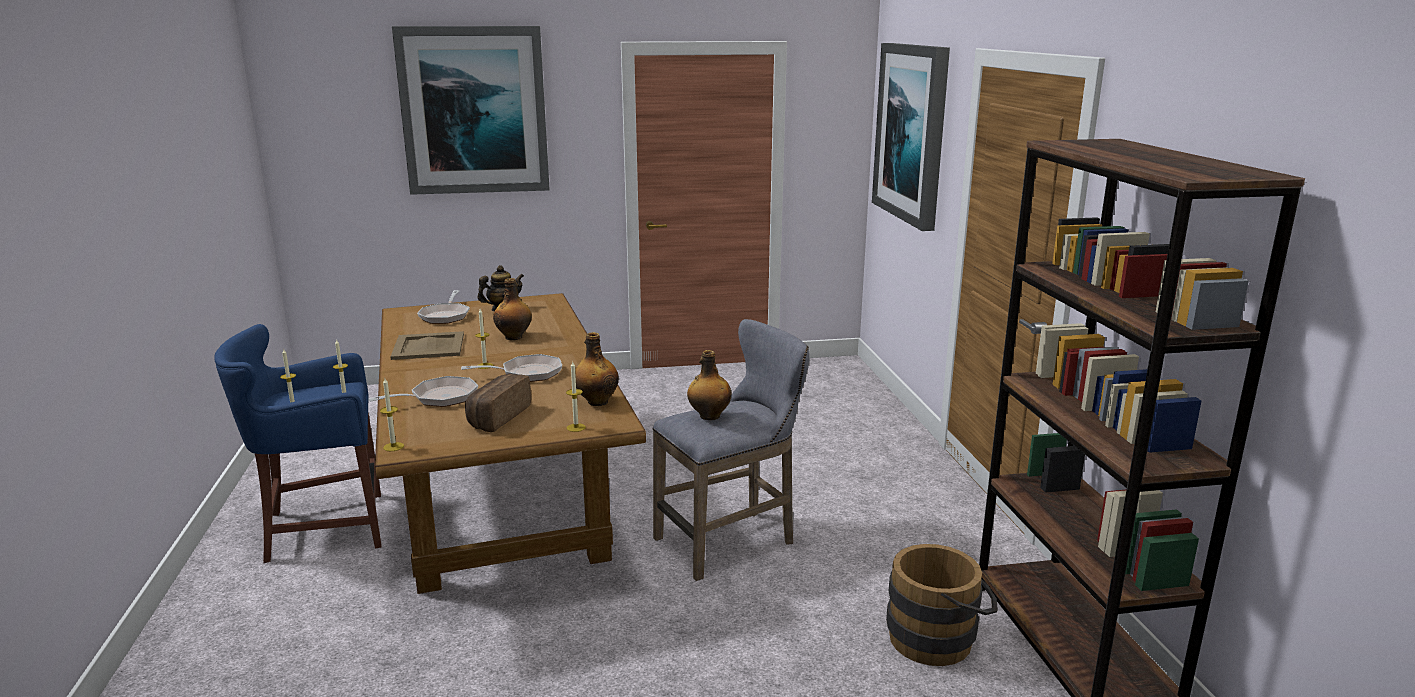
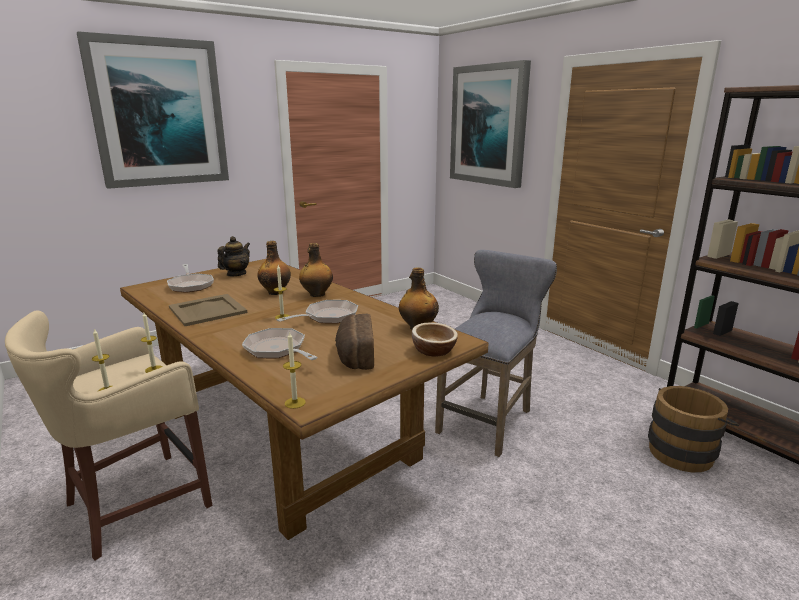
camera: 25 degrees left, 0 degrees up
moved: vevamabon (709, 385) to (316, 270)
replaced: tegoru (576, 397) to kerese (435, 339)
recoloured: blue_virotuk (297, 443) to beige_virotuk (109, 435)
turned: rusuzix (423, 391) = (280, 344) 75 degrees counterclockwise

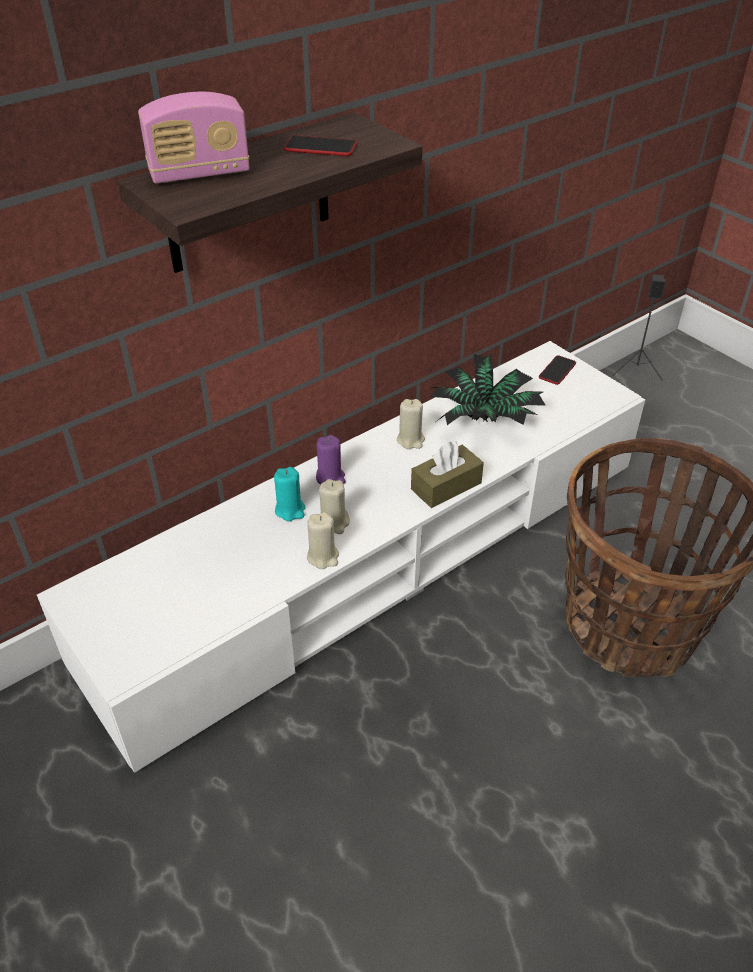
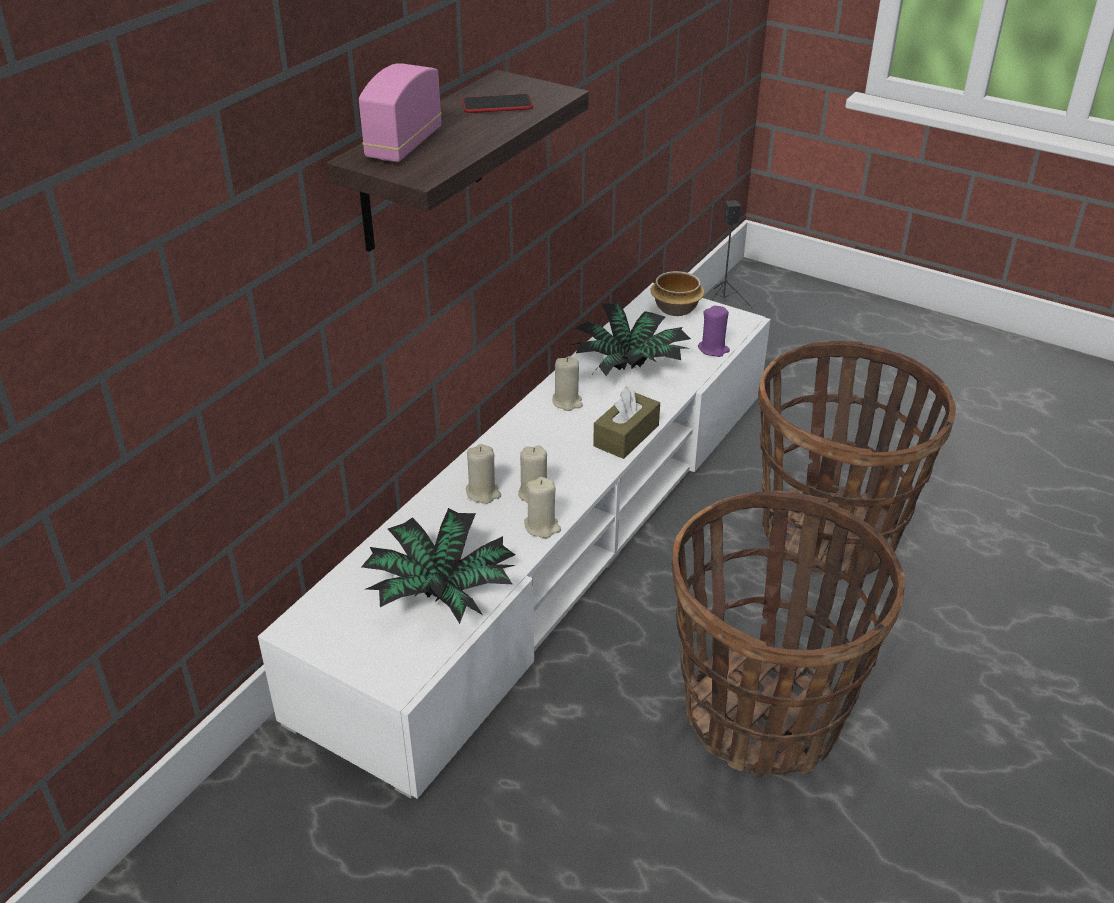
camera: 20 degrees left, 5 degrees down
added: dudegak (438, 566); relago (788, 633)
moved: purple_tegoru (330, 459) to (714, 331)
replaced: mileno (557, 370) to kerese (677, 293)
recoloured: turquoise_tegoru (289, 494) to beige_tegoru (483, 474)
turned: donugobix (194, 138) = (400, 112) 150 degrees clockwise

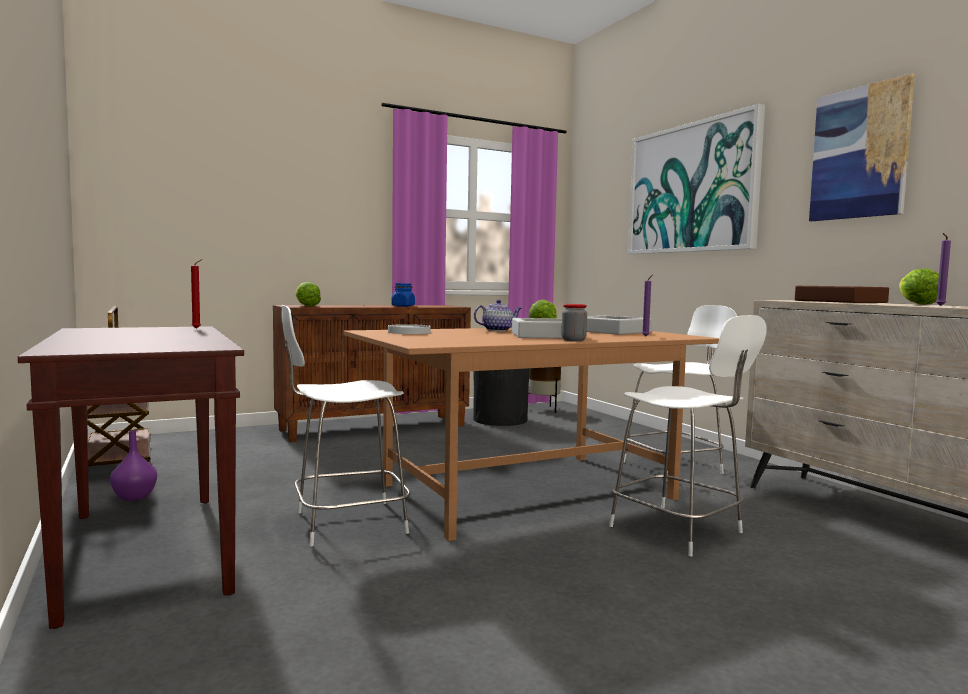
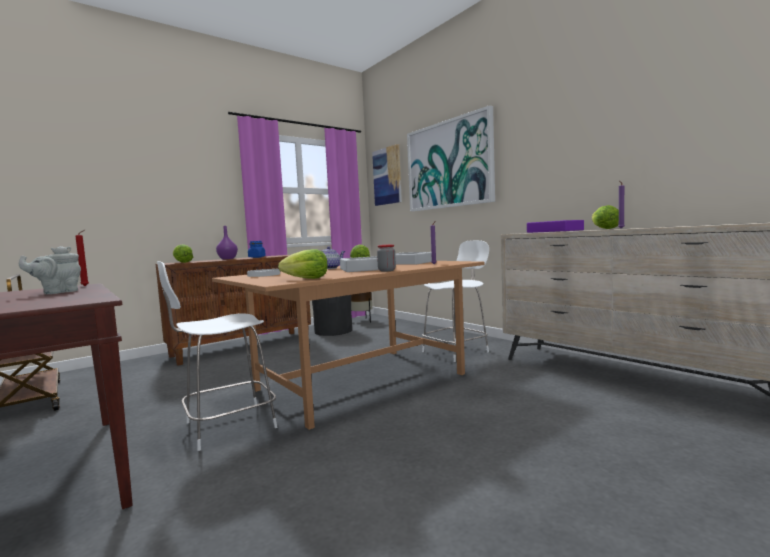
camera: 10 degrees left, 0 degrees up
removed: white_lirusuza (688, 435)
added: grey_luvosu (50, 270); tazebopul (302, 264)
moved: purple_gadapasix (133, 465) to (227, 242); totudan (862, 147) to (387, 175)
recoloured: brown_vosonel (842, 294) to purple_vosonel (555, 226)

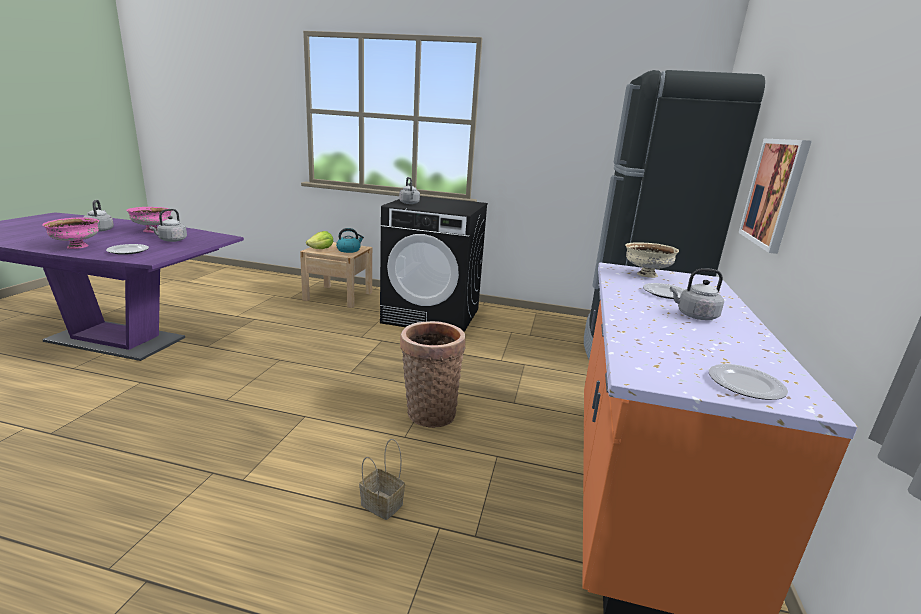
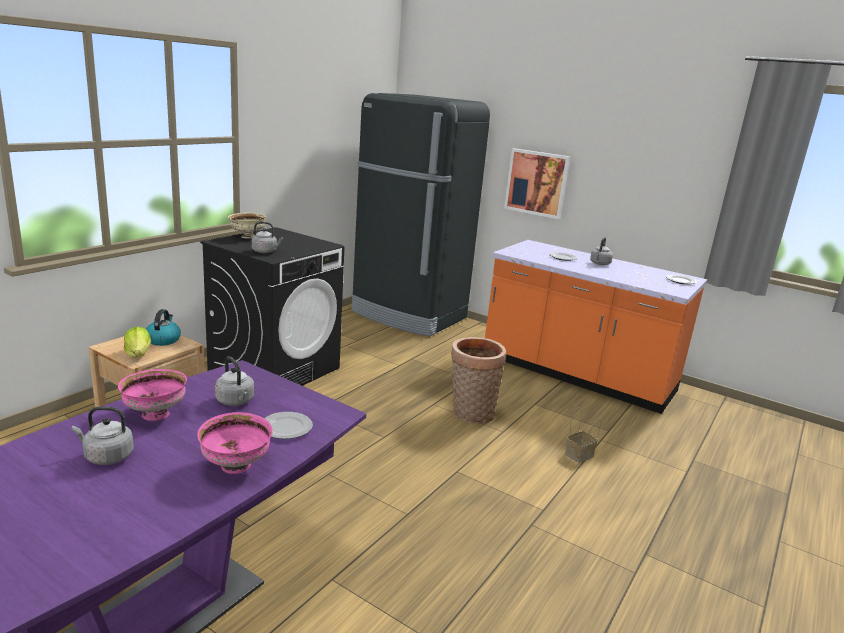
camera: 70 degrees left, 0 degrees up
moved: beige_kerese (652, 260) to (247, 226)

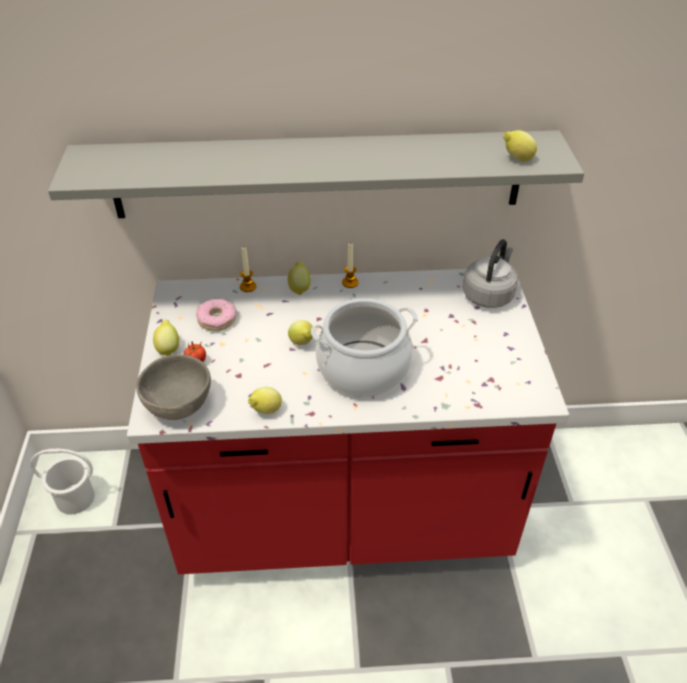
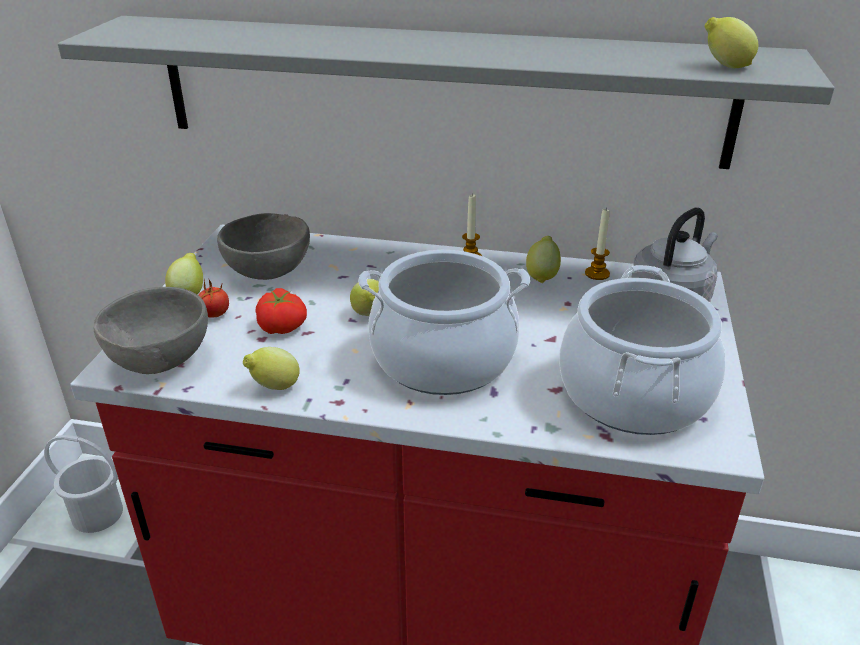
camera: 15 degrees right, 10 degrees down
added: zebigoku (281, 311); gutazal (642, 350)
moved: tegoru (248, 269) to (597, 243); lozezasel (299, 278) to (543, 259)
replaced: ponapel (216, 314) to grey_kerese (263, 246)

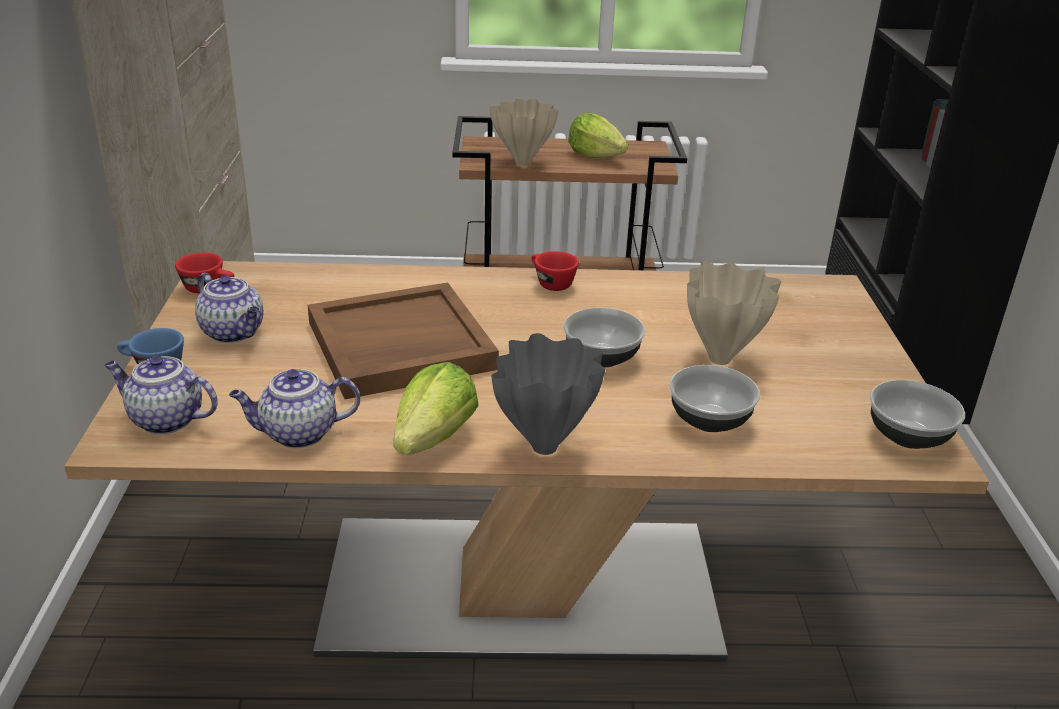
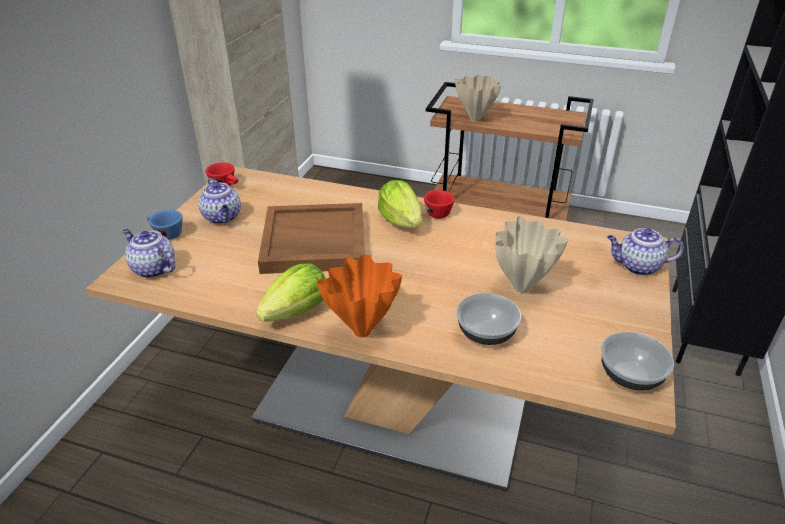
camera: 20 degrees right, 5 degrees up
removed: kerese (604, 337)
moved: luvosu (294, 408) to (645, 252); tazebopul (598, 135) to (400, 204)
recoloured: grey_gadapasix (548, 394) to orange_gadapasix (359, 296)

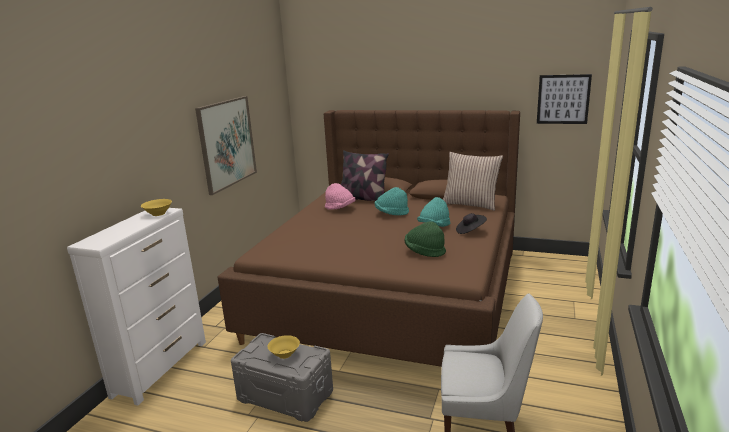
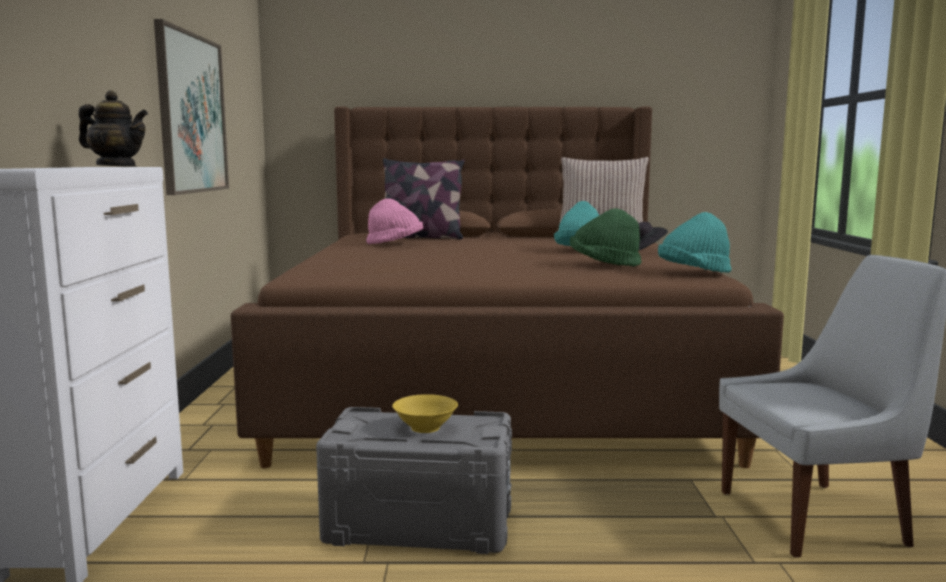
camera: 20 degrees left, 10 degrees down
removed: totudan (564, 99)
moved: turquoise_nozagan (392, 201) to (694, 242)
replaced: yellow_kerese (156, 207) to luvosu (113, 128)

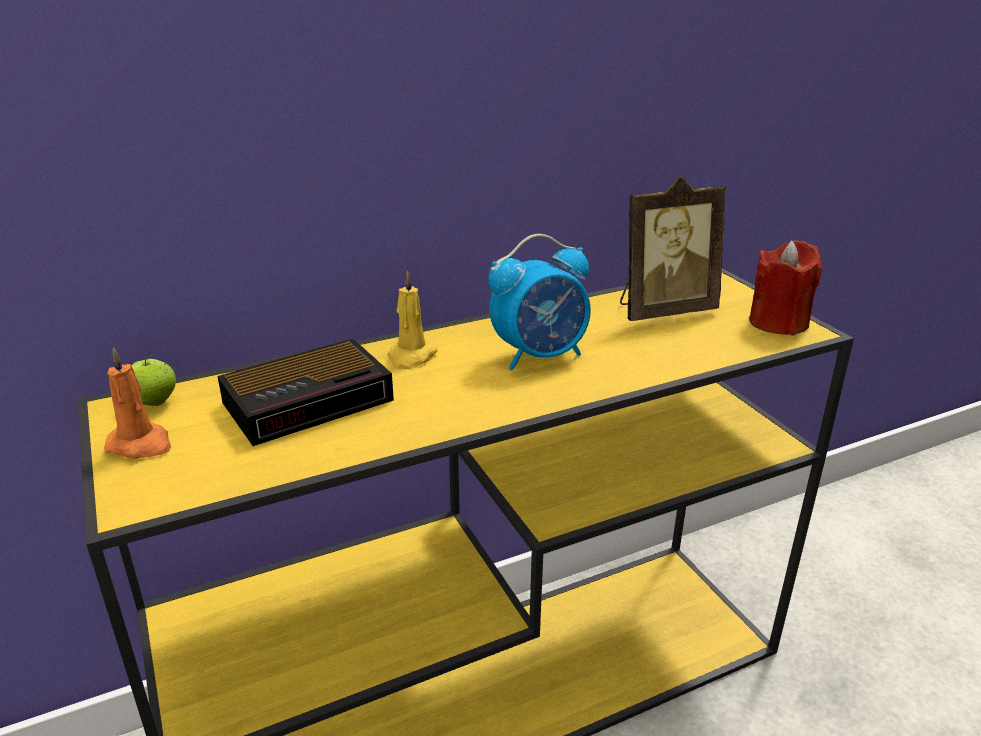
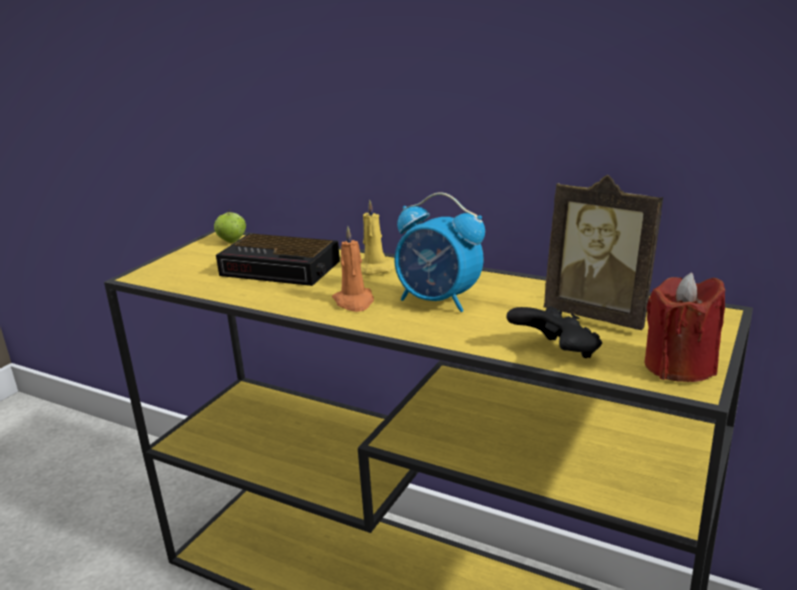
camera: 55 degrees right, 5 degrees down
added: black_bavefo (554, 332)
moved: orange_tegoru (137, 402) to (353, 269)

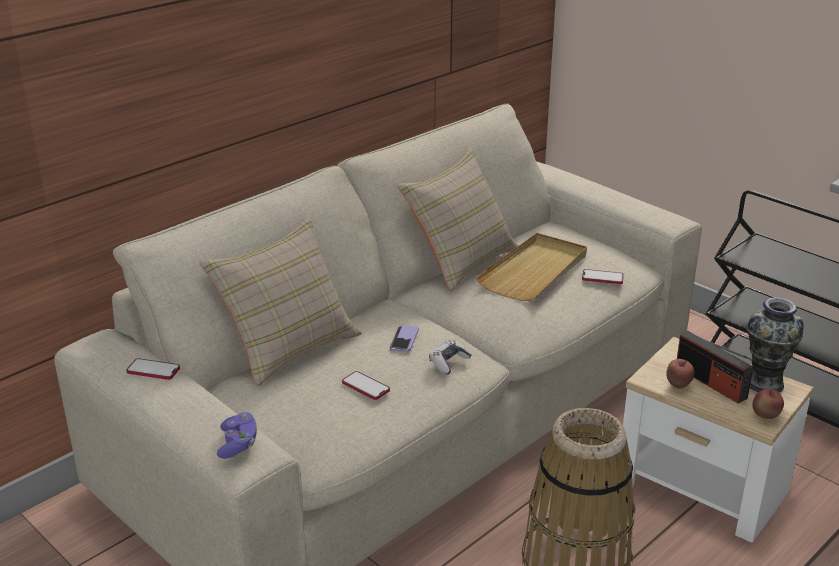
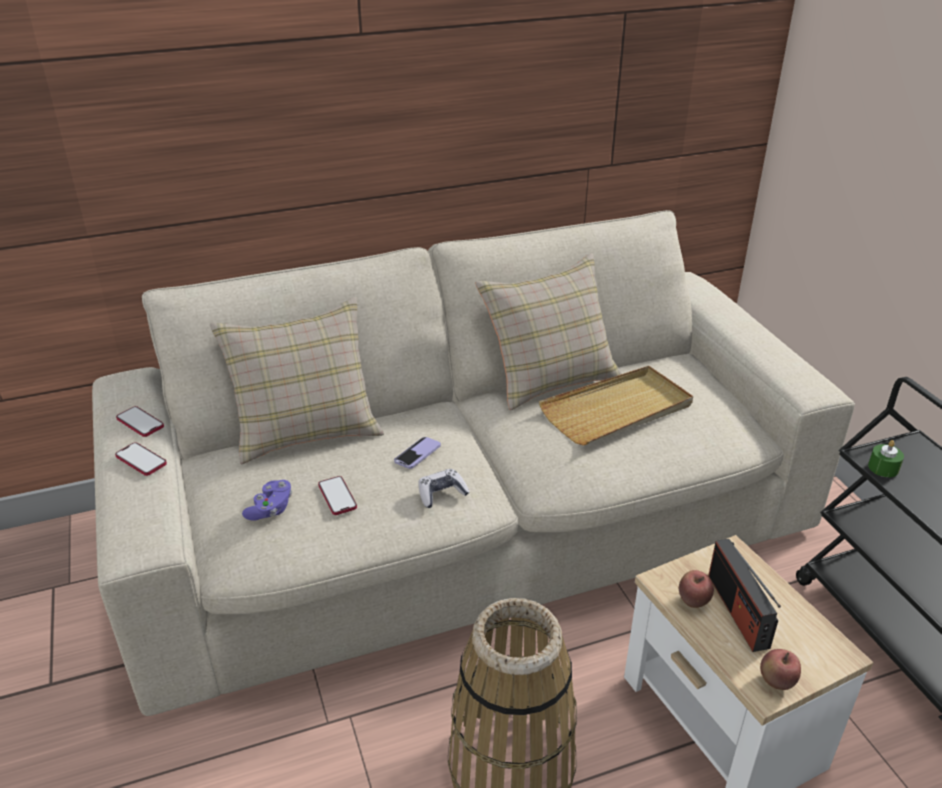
camera: 25 degrees right, 5 degrees up
removed: gadapasix (775, 344)
added: green_tegoru (886, 458)
moved: purple_bavefo (237, 436) to (267, 500); mileno (603, 276) to (141, 459)

